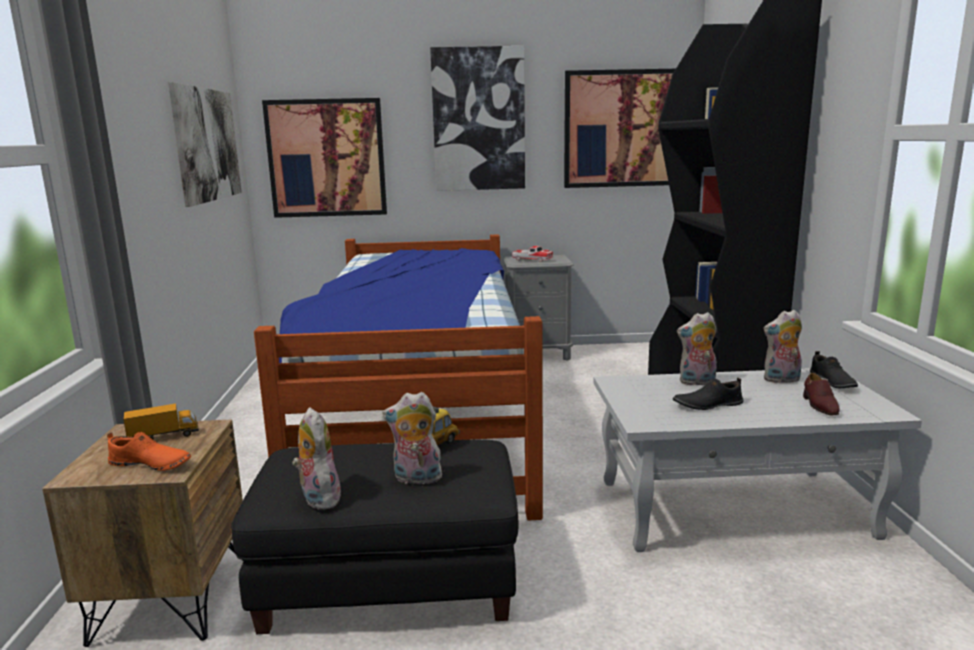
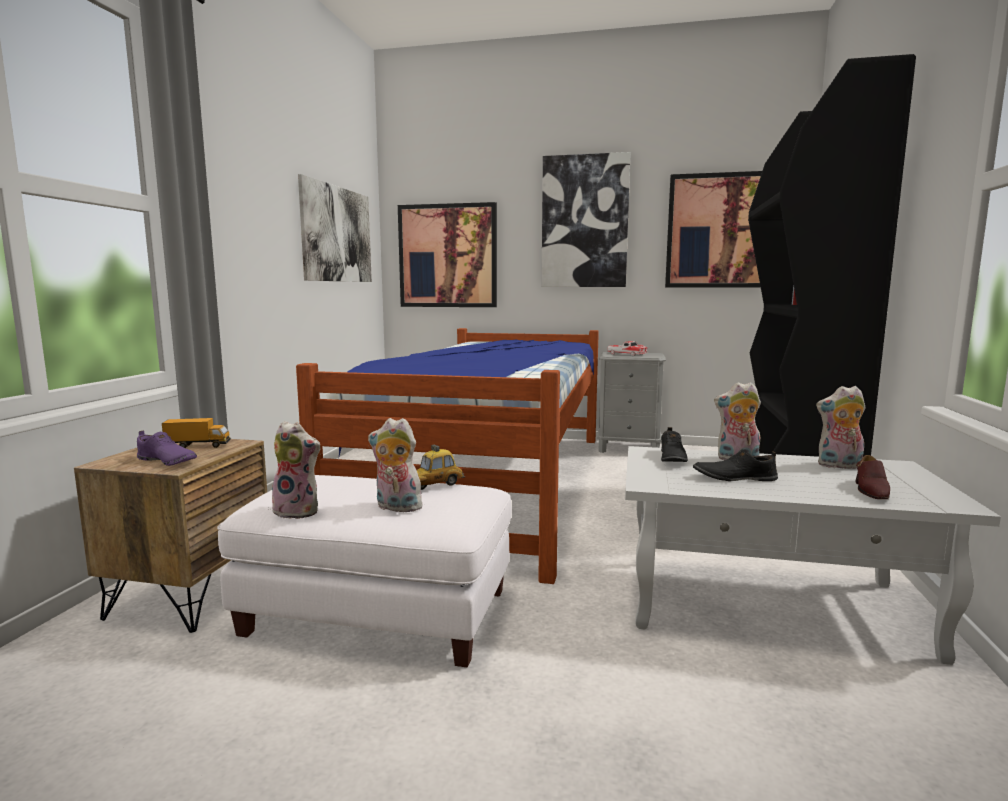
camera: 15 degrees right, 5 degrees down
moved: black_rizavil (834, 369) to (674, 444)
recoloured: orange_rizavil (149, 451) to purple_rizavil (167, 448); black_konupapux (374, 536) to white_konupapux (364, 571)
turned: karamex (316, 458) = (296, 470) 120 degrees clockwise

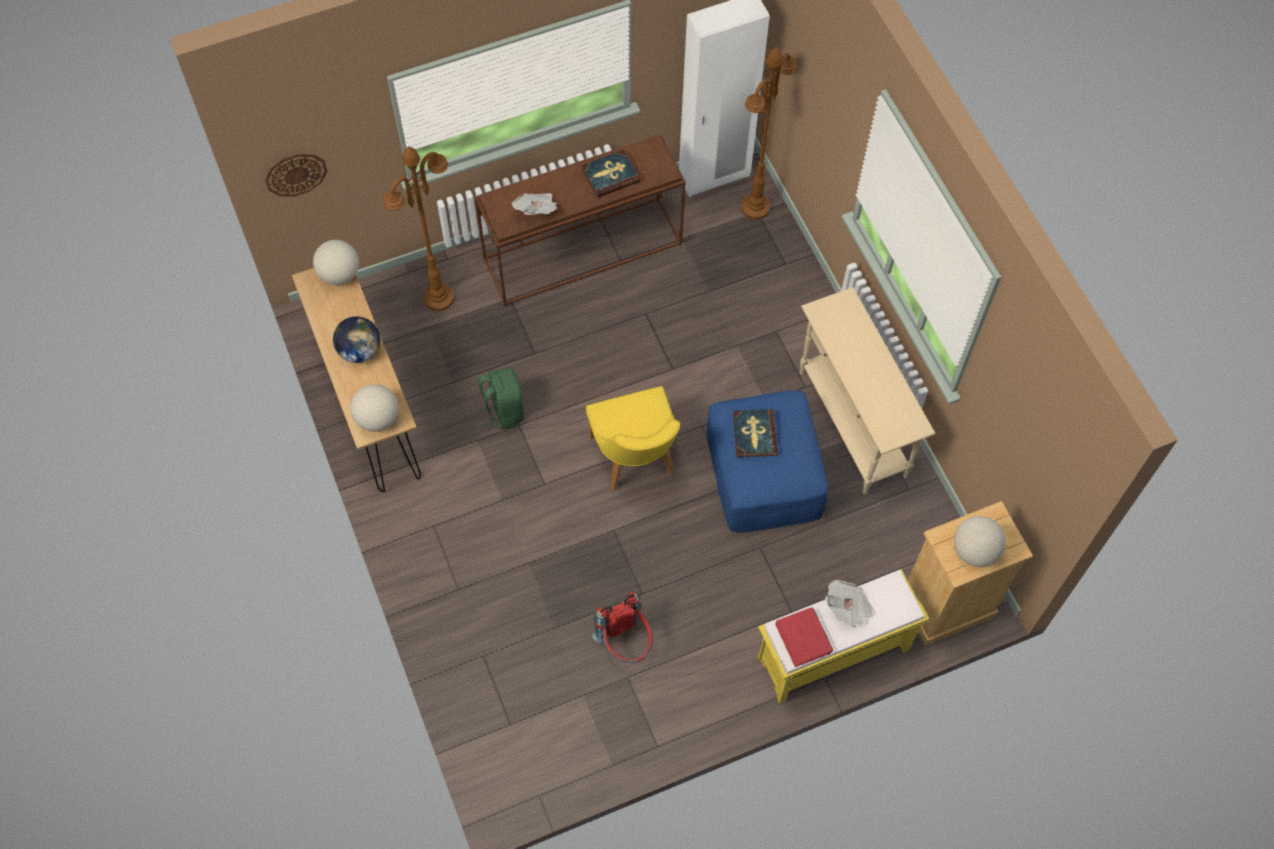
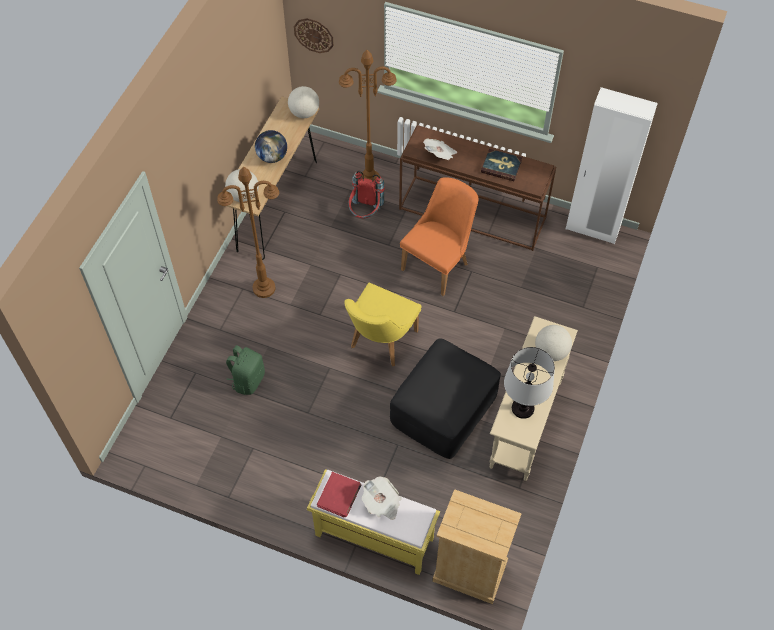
camera: 45 degrees right, 5 degrees down
removed: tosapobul (755, 433)
added: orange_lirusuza (439, 236); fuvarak (529, 383)
moved: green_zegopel (499, 398) to (245, 370); red_zegopel (622, 627) to (366, 194); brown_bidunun (769, 133) to (248, 232); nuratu (980, 541) to (553, 343)
recoloured: blue_konupapux (767, 461) to black_konupapux (445, 398)

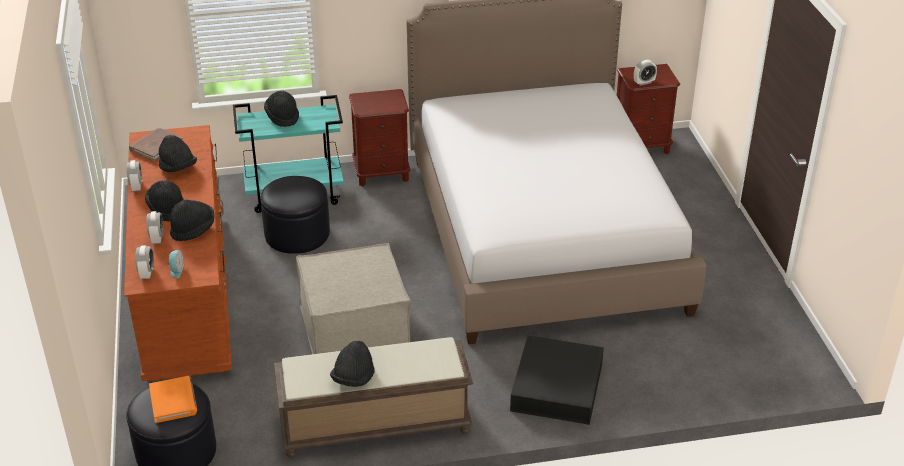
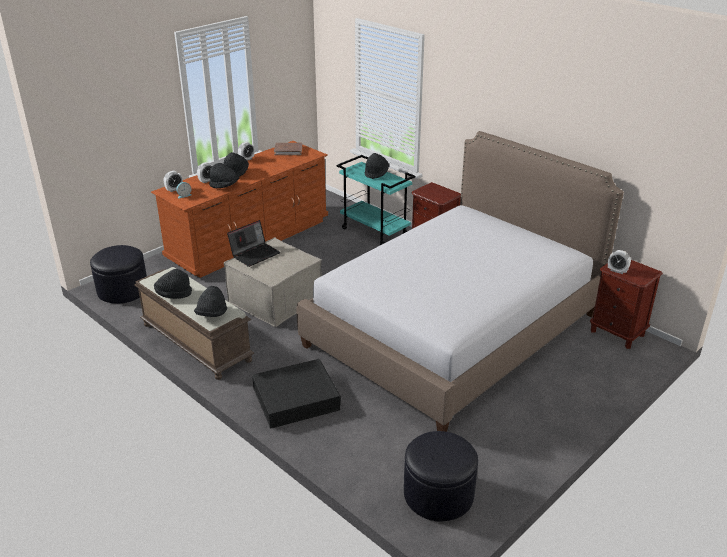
camera: 55 degrees right, 5 degrees down
removed: orange_tosapobul (173, 399)
added: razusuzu (253, 243)
moved: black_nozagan (178, 153) to (210, 301); black_konupapux (295, 215) to (441, 476)

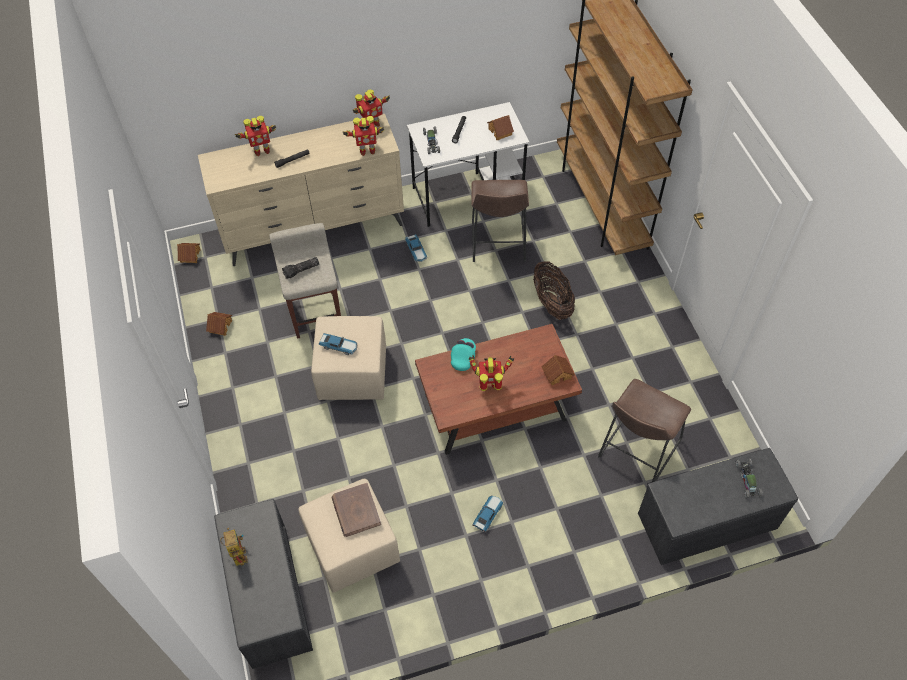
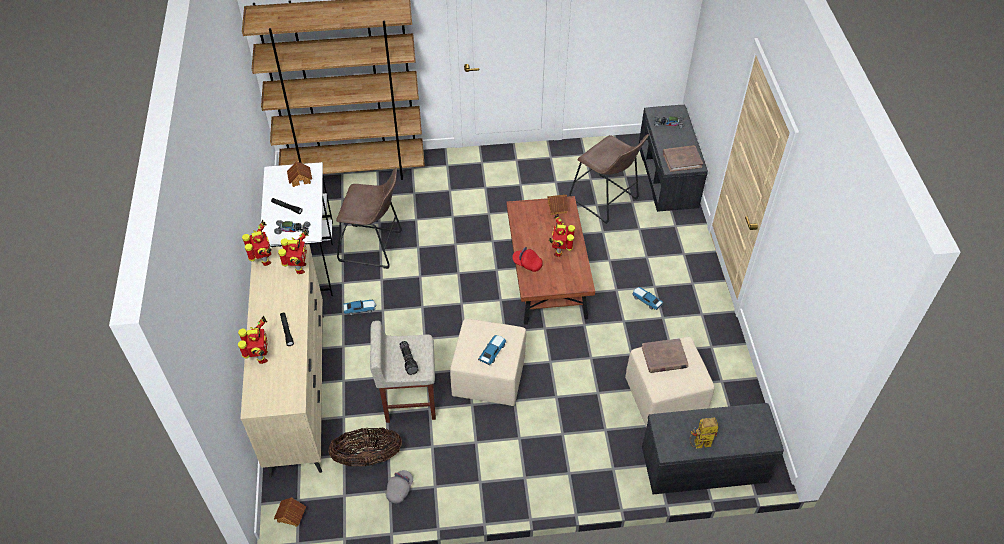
camera: 80 degrees left, 5 degrees down
added: brown_tosapobul (683, 158)
moved: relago (554, 290) to (365, 447)
replaced: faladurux (219, 324) to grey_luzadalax (399, 487)
recoloured: turquoise_luzadalax (463, 354) to red_luzadalax (527, 259)

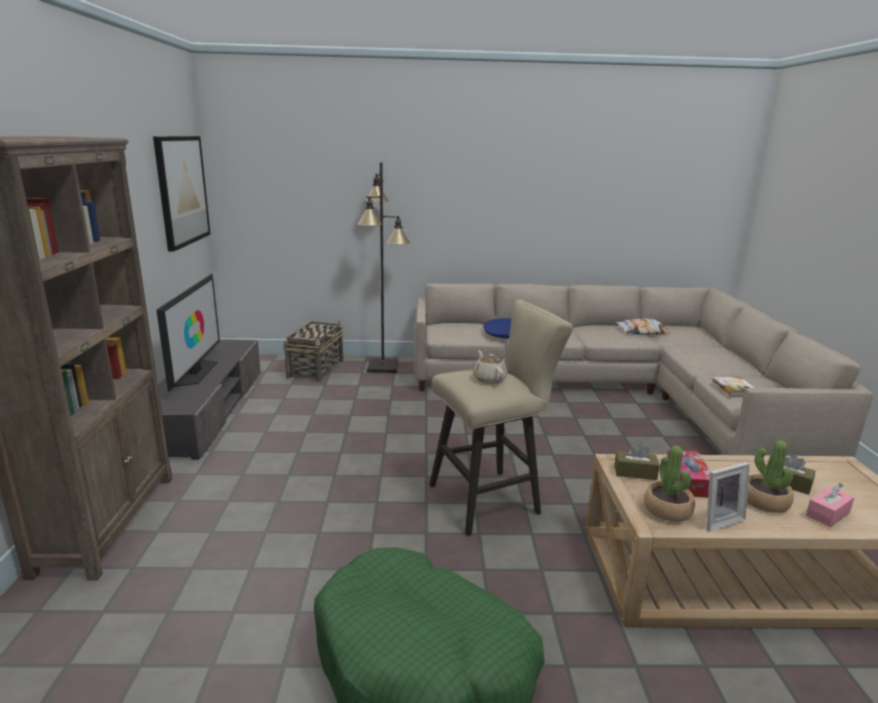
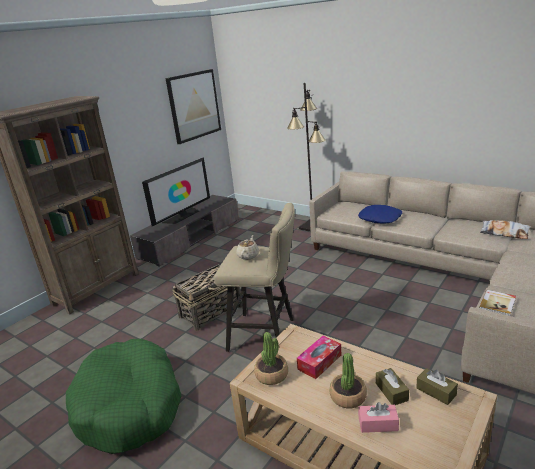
camera: 40 degrees right, 5 degrees up
removed: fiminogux (728, 497)
moved: relago (313, 351) to (207, 297); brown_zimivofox (637, 462) to (437, 386)

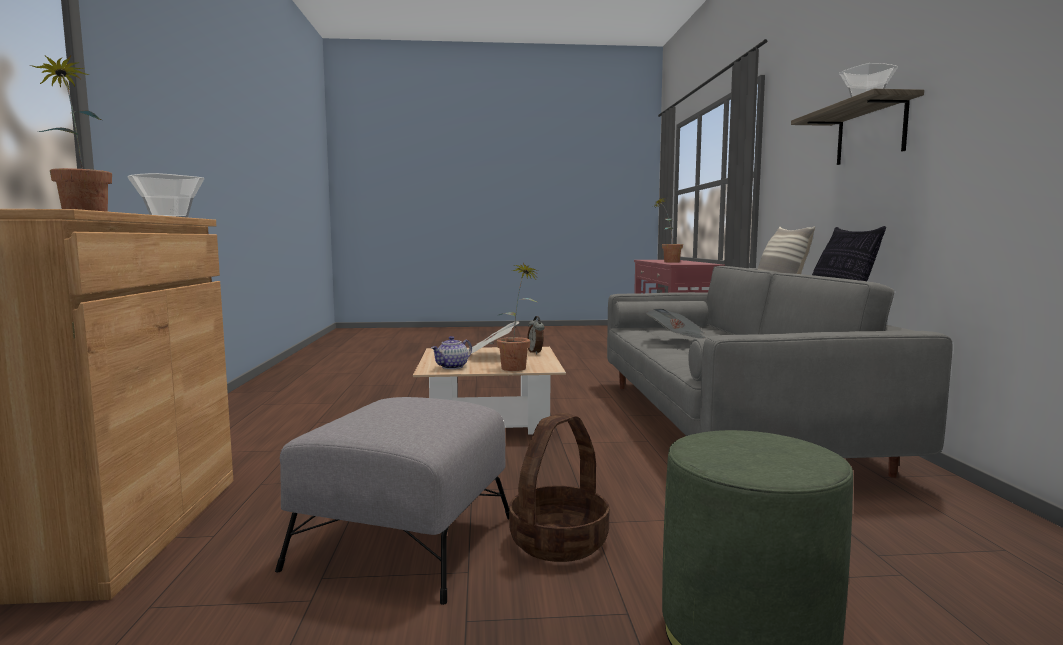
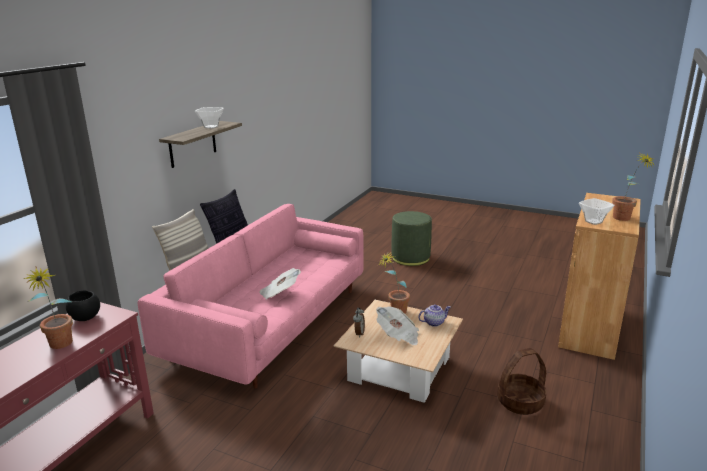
camera: 150 degrees left, 15 degrees up
removed: grey_konupapux (392, 501)
added: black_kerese (83, 306)
moved: relago (559, 487) to (522, 381)
recoloured: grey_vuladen (780, 372) to pink_vuladen (251, 296)

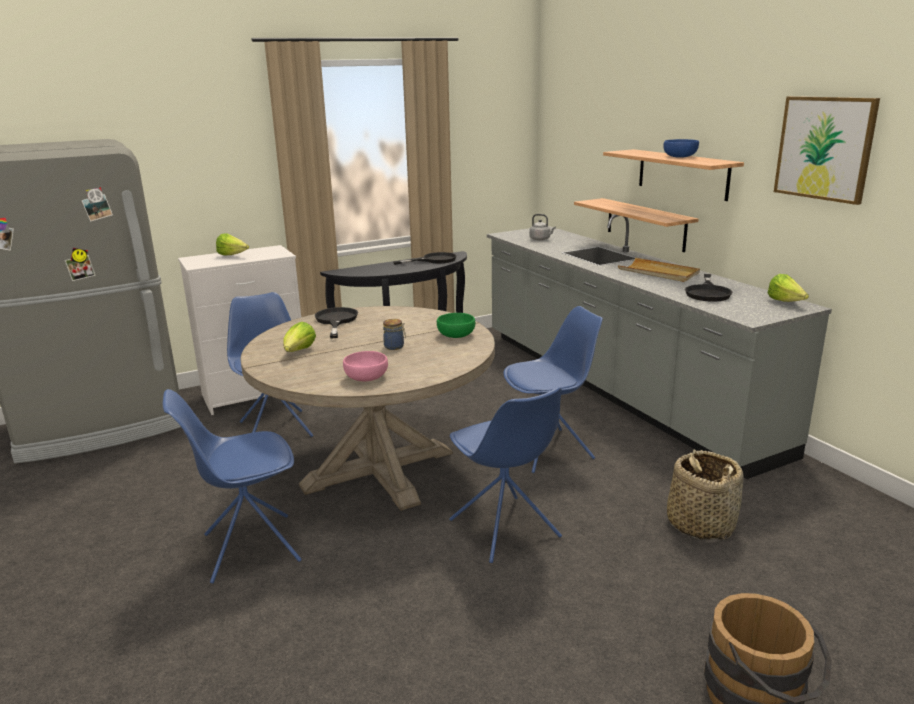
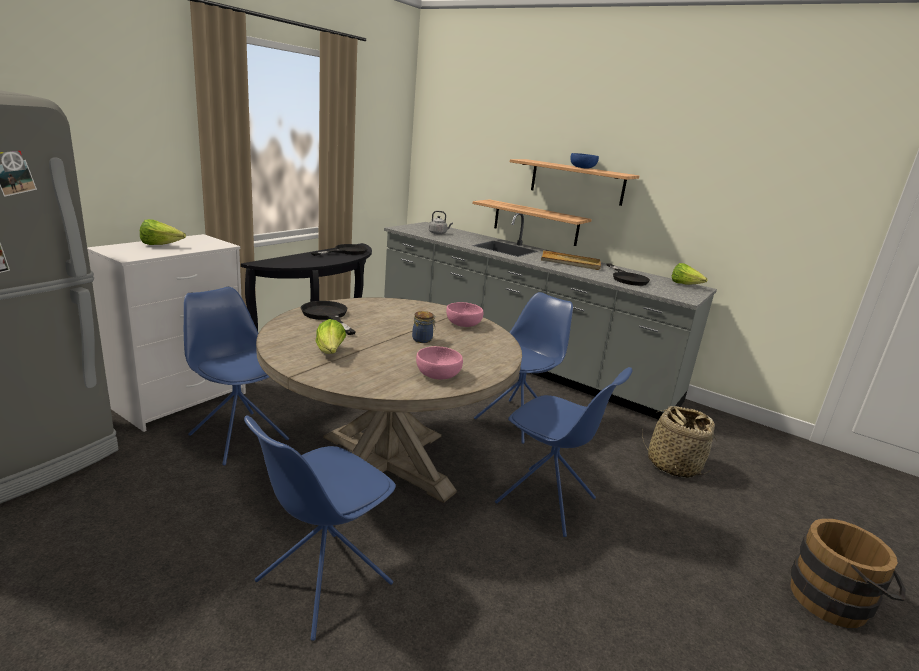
camera: 30 degrees left, 0 degrees up
removed: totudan (827, 150)
recoloured: green_kerese (456, 325) to pink_kerese (464, 314)

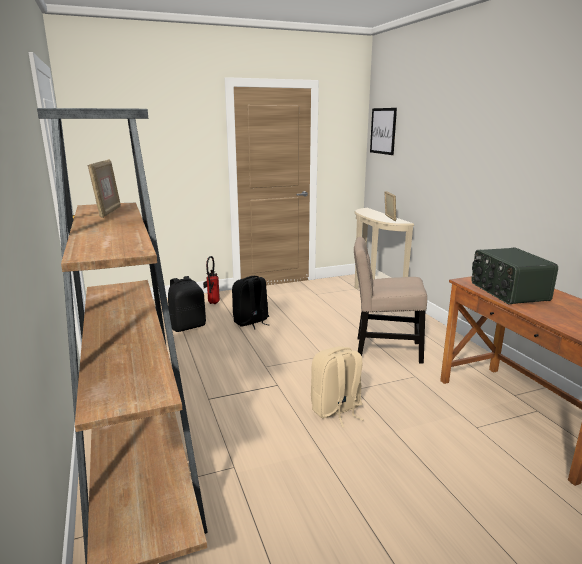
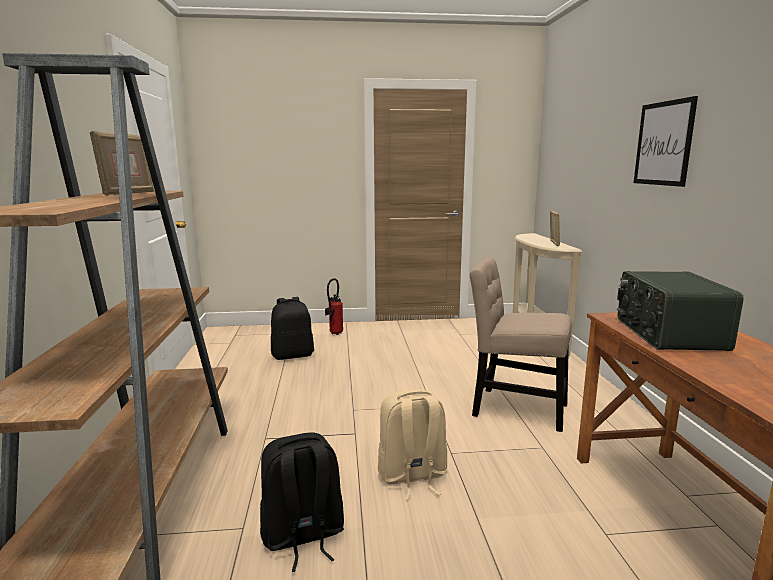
camera: 15 degrees right, 5 degrees down
moved: black_zegopel (250, 303) to (302, 502); totudan (383, 131) to (666, 141)

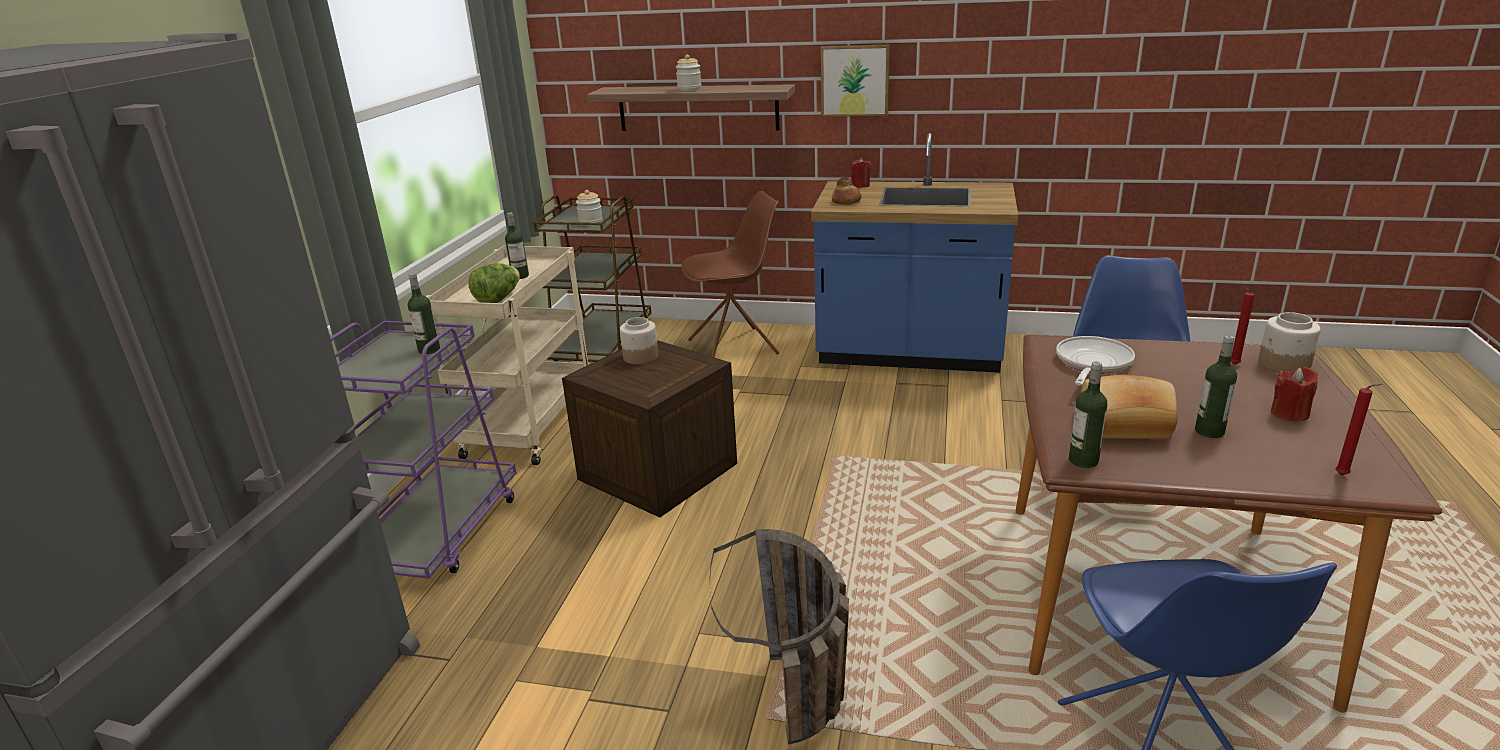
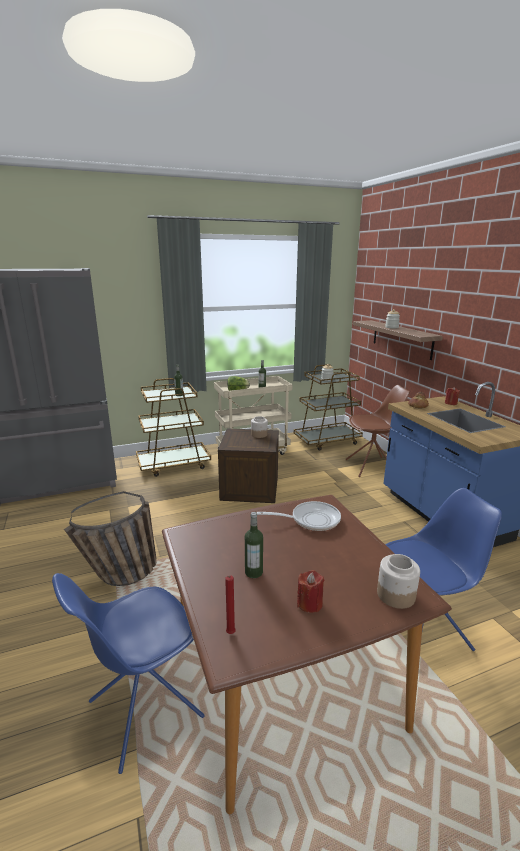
camera: 55 degrees right, 5 degrees down
removed: totudan (855, 80); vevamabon (1088, 414); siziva (1128, 407); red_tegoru (1243, 325)
recoloured: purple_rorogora (423, 450) to brown_rorogora (173, 427)
turned: brown_lirusuza (730, 274) = (378, 431) 45 degrees counterclockwise

